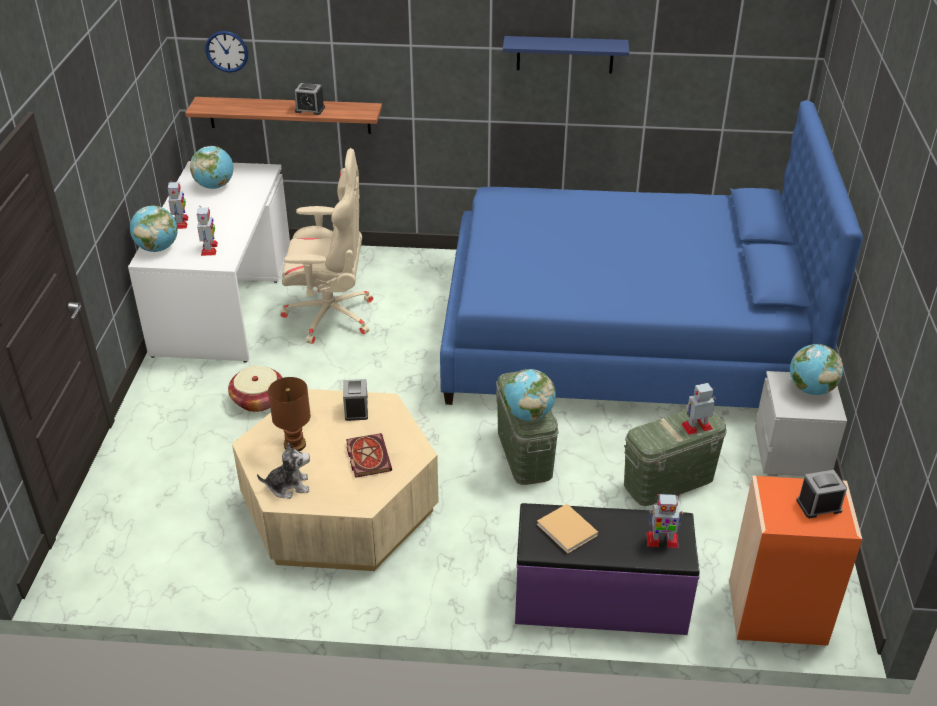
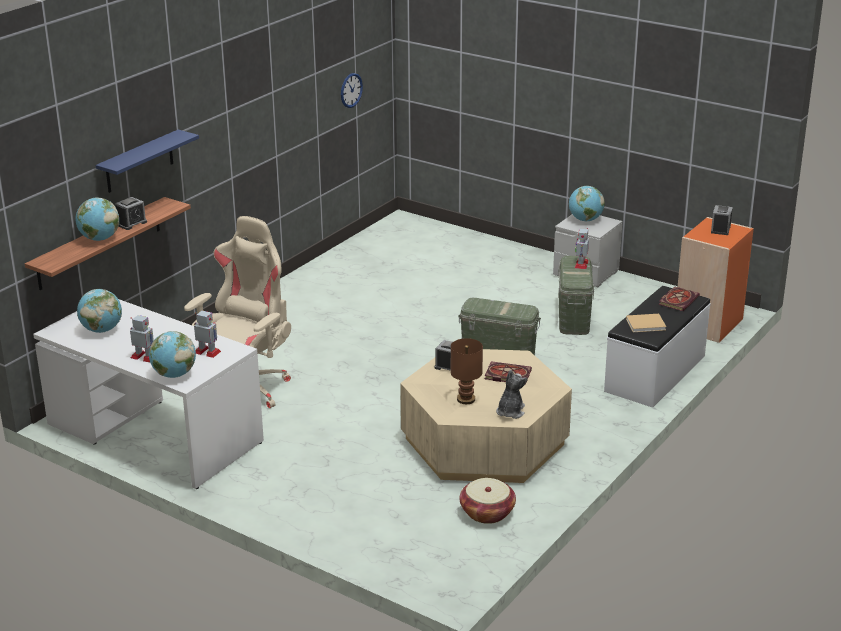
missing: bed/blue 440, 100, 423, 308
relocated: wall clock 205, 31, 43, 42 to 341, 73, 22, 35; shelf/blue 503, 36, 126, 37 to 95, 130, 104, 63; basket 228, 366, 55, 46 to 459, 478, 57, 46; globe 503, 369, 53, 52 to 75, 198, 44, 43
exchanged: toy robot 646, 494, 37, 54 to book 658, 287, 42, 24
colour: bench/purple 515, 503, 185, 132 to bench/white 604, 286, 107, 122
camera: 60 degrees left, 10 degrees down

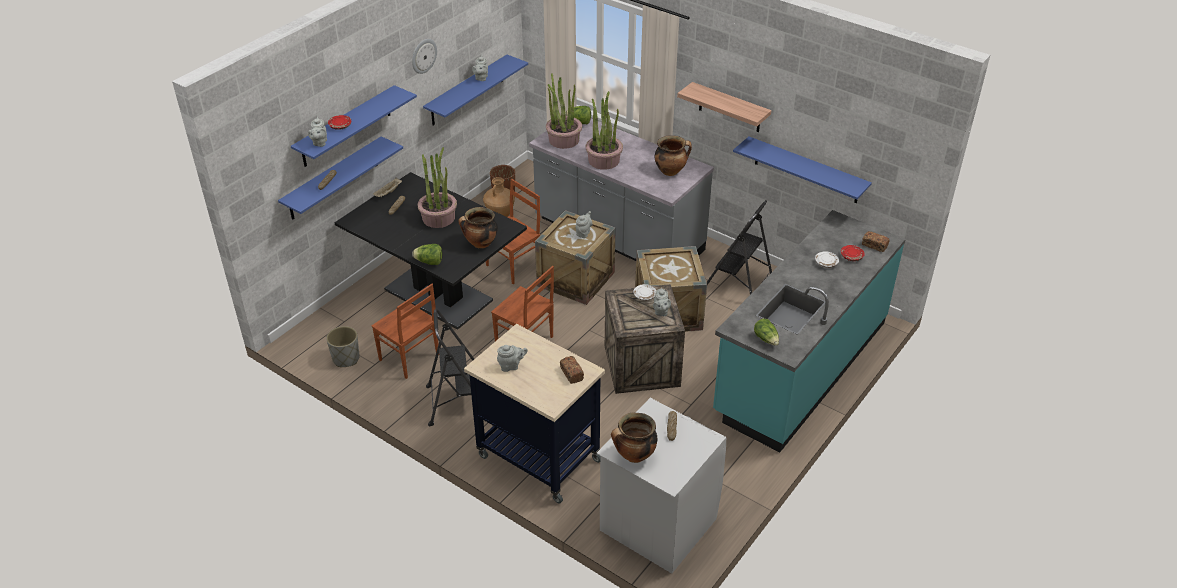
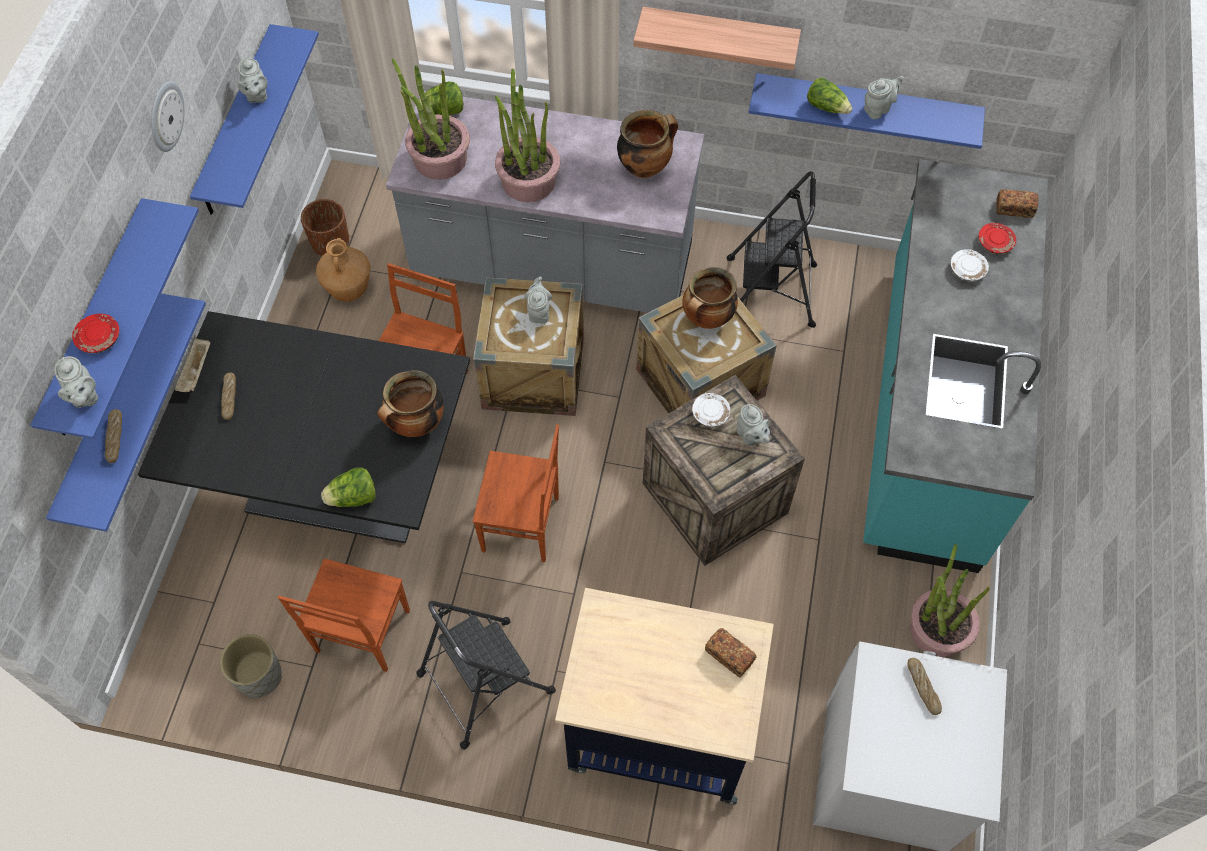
relocated: potted plant 418, 147, 39, 81 to 910, 544, 80, 113; lettuce 754, 319, 25, 27 to 807, 77, 45, 37; teapot/grey 497, 345, 31, 27 to 864, 76, 40, 43; cooking pot 611, 412, 47, 51 to 683, 267, 55, 62
spun: chair/brown 372, 284, 67, 95 = 278, 558, 132, 114 90 degrees clockwise
camera: 25 degrees left, 20 degrees up

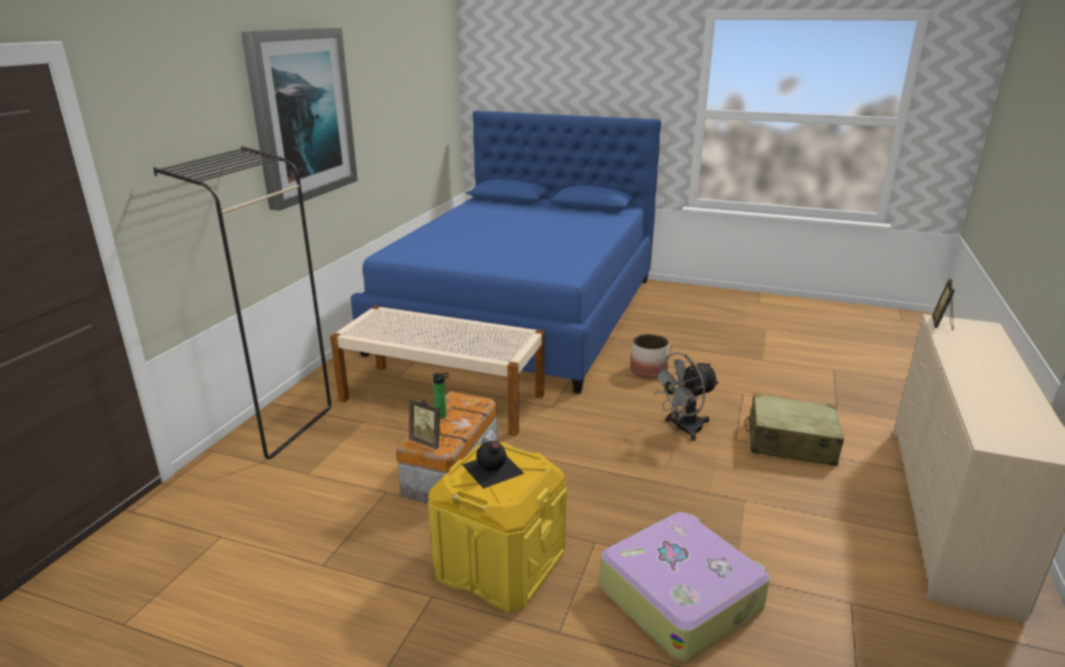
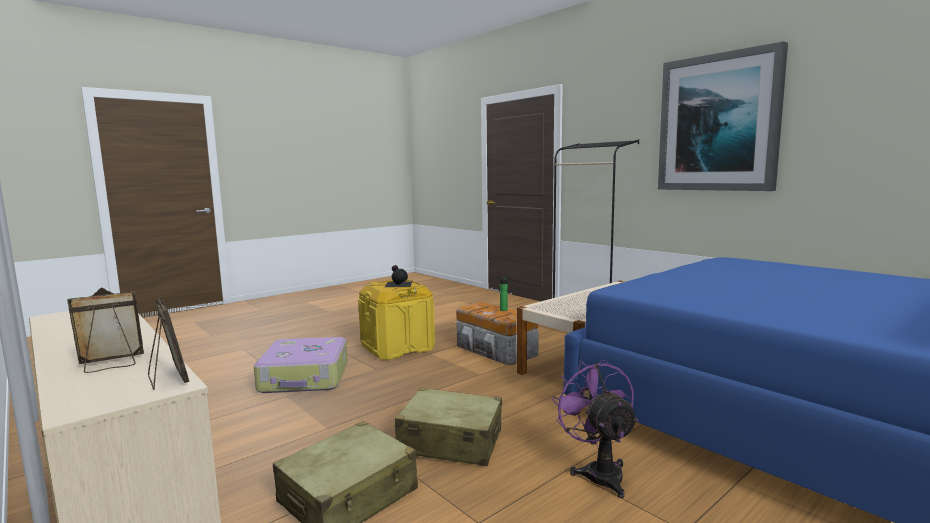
relocated: picture frame 409, 398, 35, 51 to 67, 288, 77, 85
exchanged: planter 630, 334, 40, 45 to fan/purple 551, 359, 87, 139; fan/grey 651, 352, 68, 89 to suitcase/beige 395, 387, 107, 79
camera: 120 degrees right, 15 degrees down

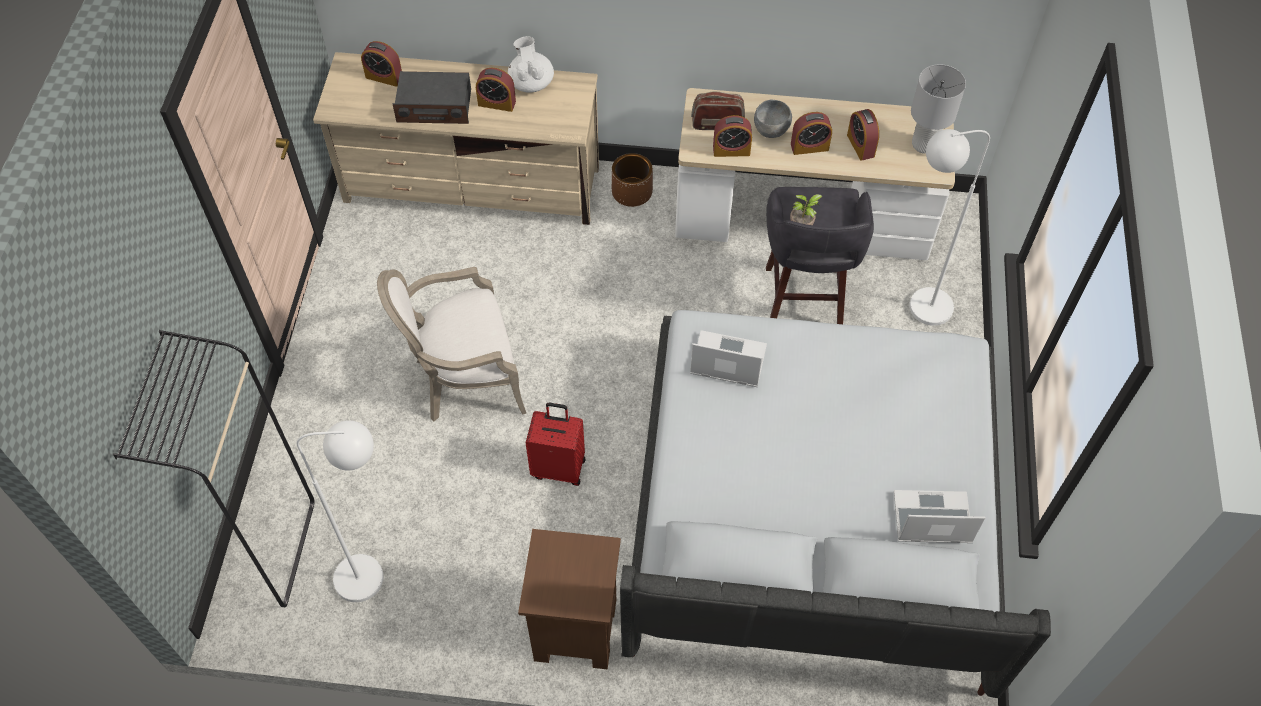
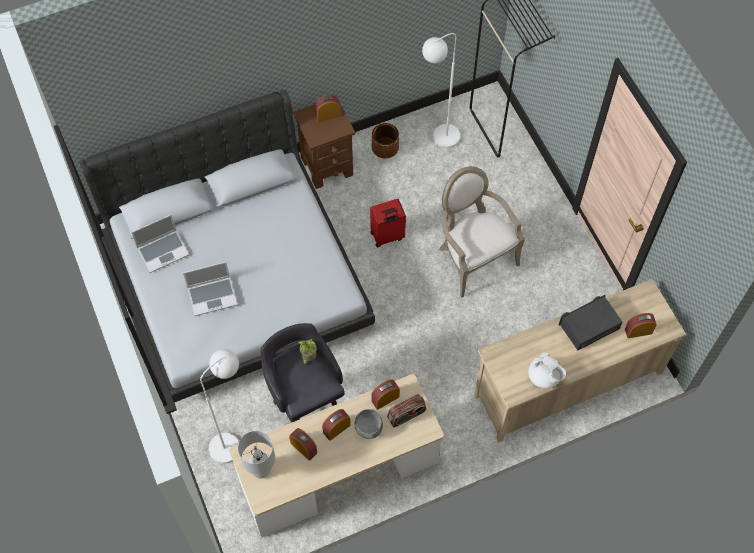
relocated: alarm clock 476, 68, 40, 44 to 315, 95, 25, 27; planter/brown 612, 153, 41, 54 to 372, 123, 27, 35; laptop 690, 330, 77, 57 to 183, 262, 54, 54
spun: armchair 377, 267, 149, 155 = 439, 166, 86, 132 75 degrees counterclockwise
camera: 150 degrees right, 5 degrees up

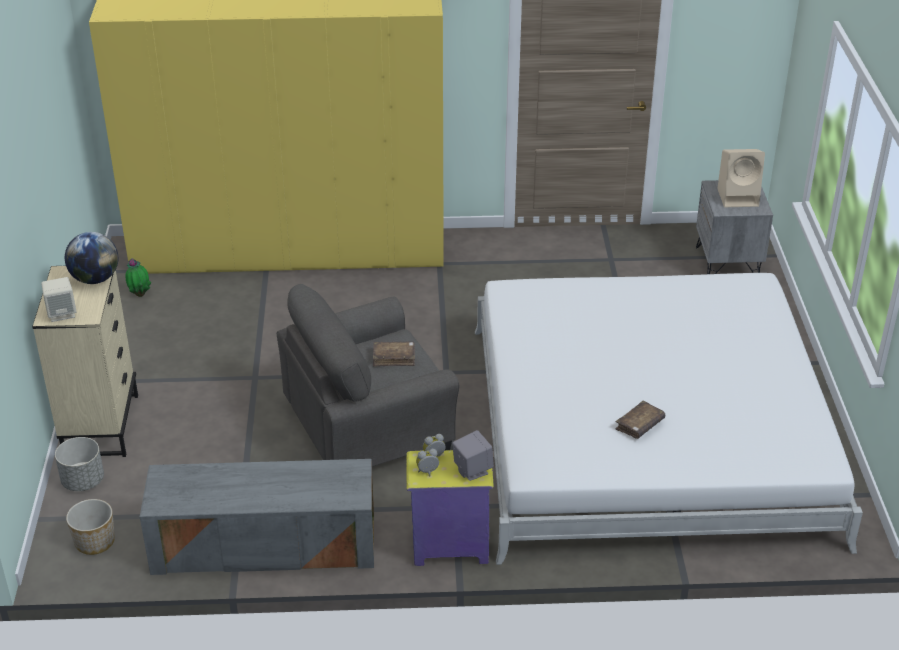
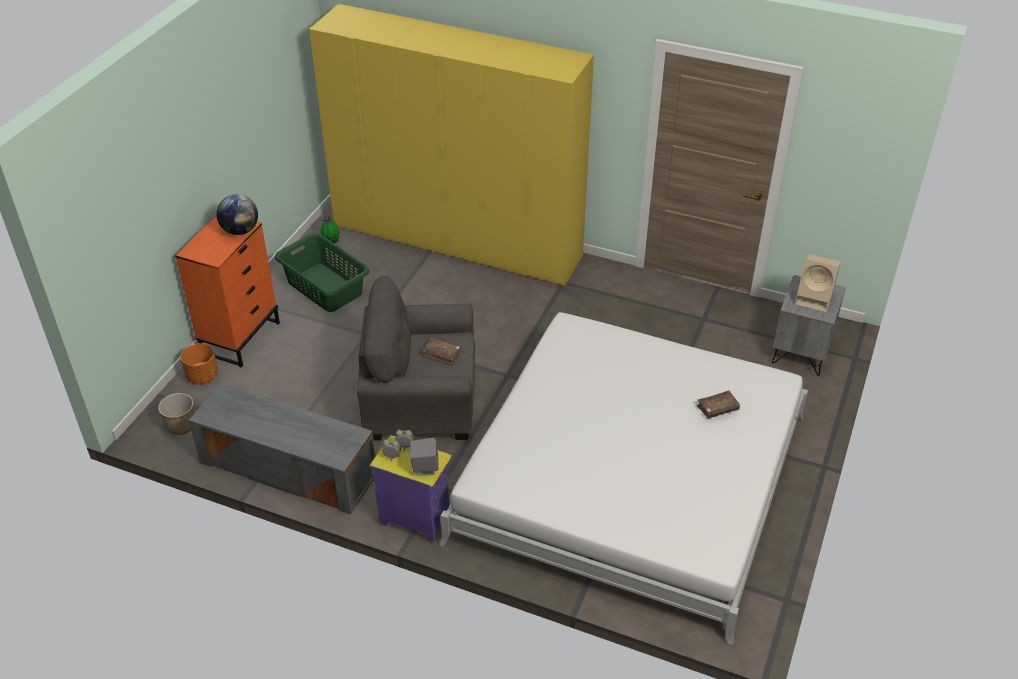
missing: speaker/beige 41, 277, 36, 45
appeared: laundry basket/green 275, 233, 95, 79
relocated: book/brown 616, 401, 49, 38 to 697, 390, 43, 28
colour: dresser/beige 32, 266, 106, 191 to dresser/orange 175, 215, 105, 153; planter/grey 55, 437, 49, 54 to planter/orange 181, 343, 37, 42
camera: 25 degrees right, 5 degrees up

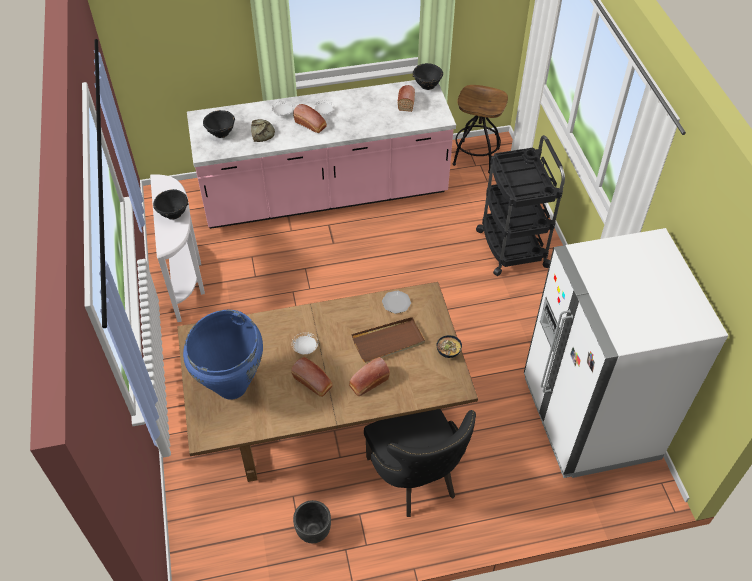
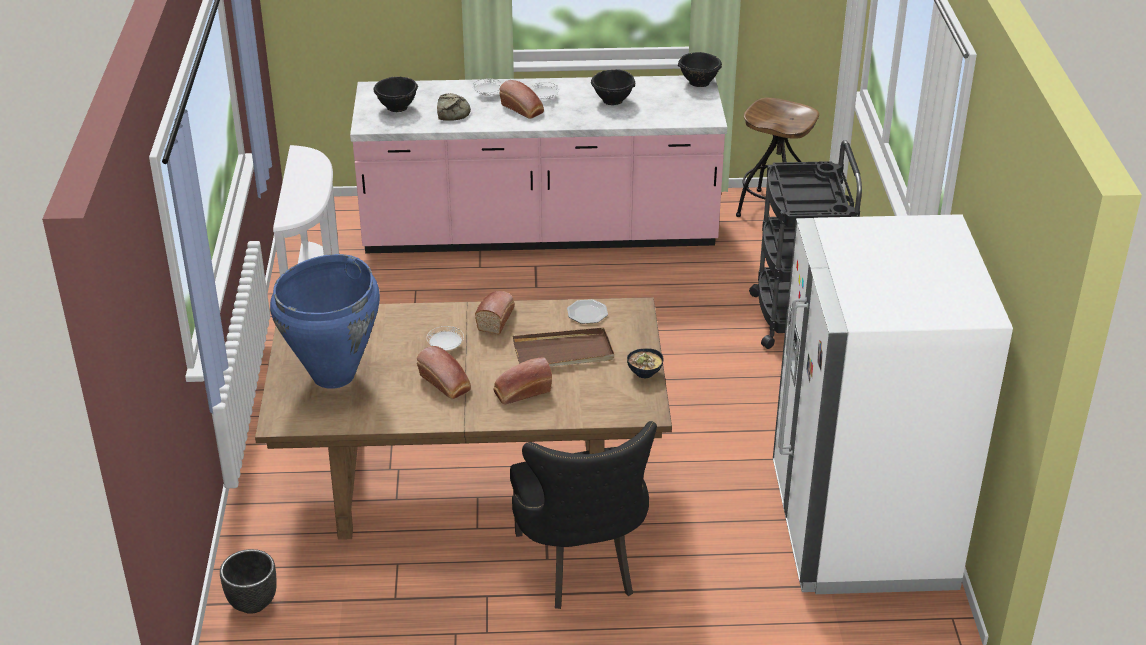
relocated: bread 398, 85, 17, 27 to 475, 291, 40, 43; bowl/black 153, 189, 35, 30 to 591, 69, 45, 36; planter/black 293, 500, 38, 43 to 220, 549, 57, 65
camera: 10 degrees right, 15 degrees down

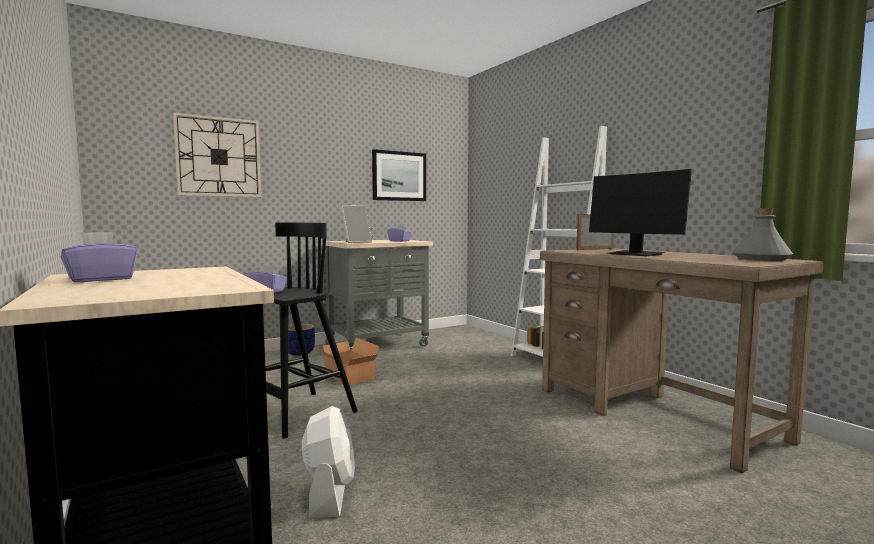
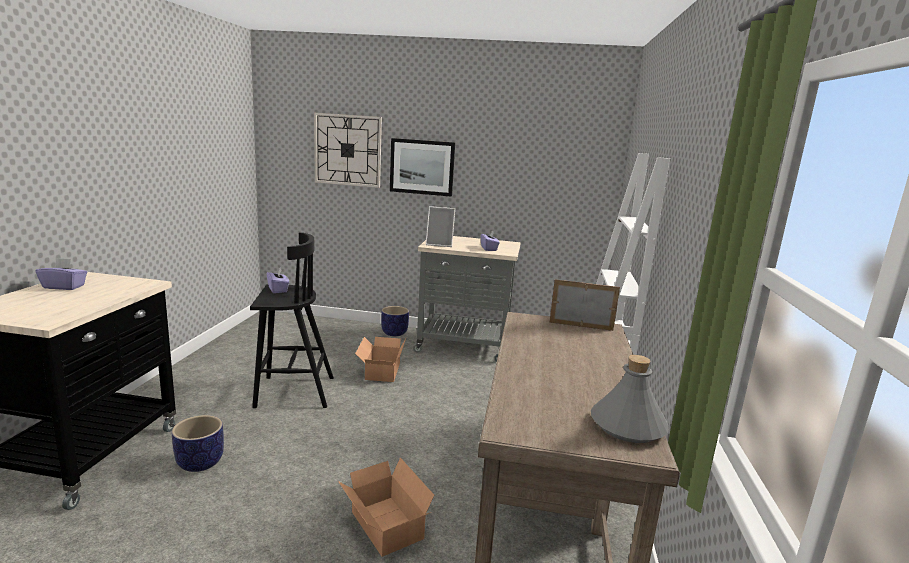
missing: monitor 589, 169, 103, 87
appeared: cardboard box 338, 457, 96, 100
relocated: picture 372, 149, 54, 52 to 390, 138, 65, 59
exchanged: fan/white 302, 406, 53, 112 to planter 172, 415, 52, 57
camera: 40 degrees right, 10 degrees up

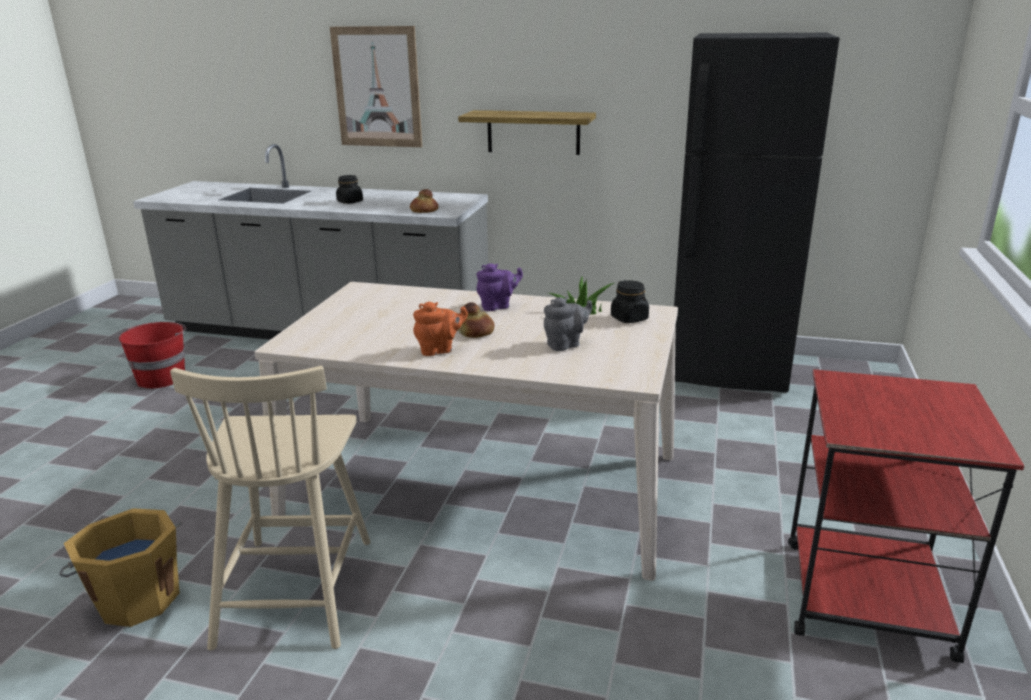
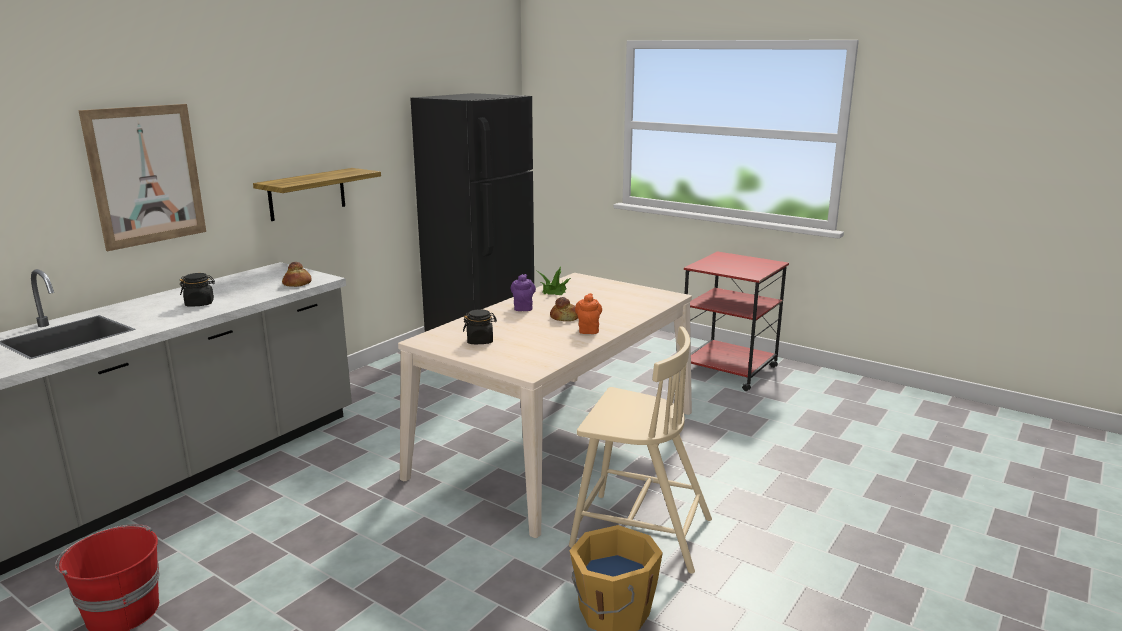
missing: teapot/grey 544, 297, 48, 54
relocated: jar/black 611, 280, 38, 43 to 463, 309, 34, 35
camera: 70 degrees left, 5 degrees down

